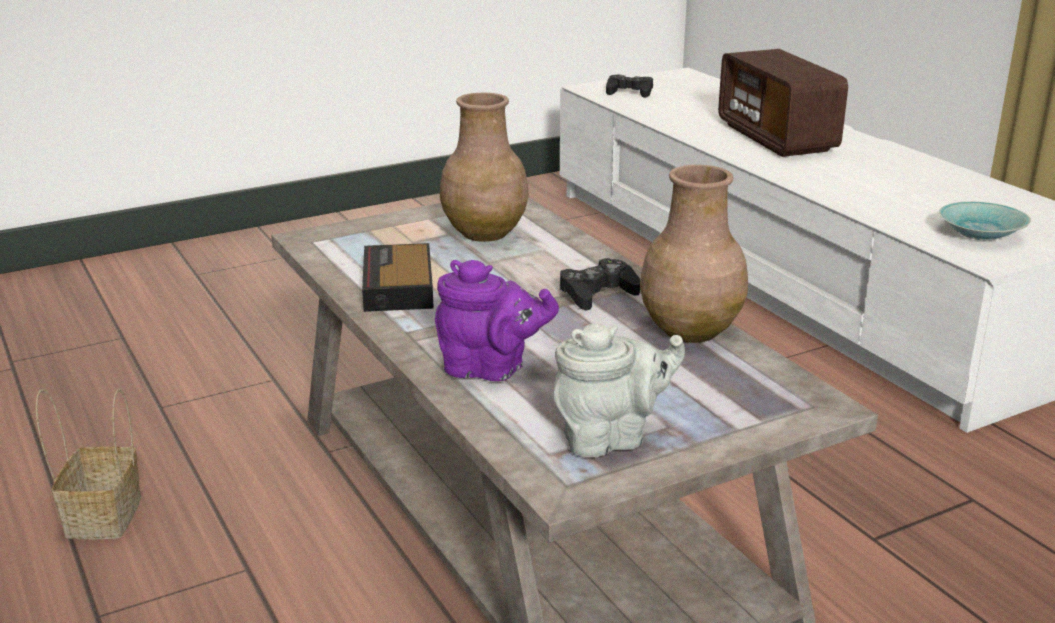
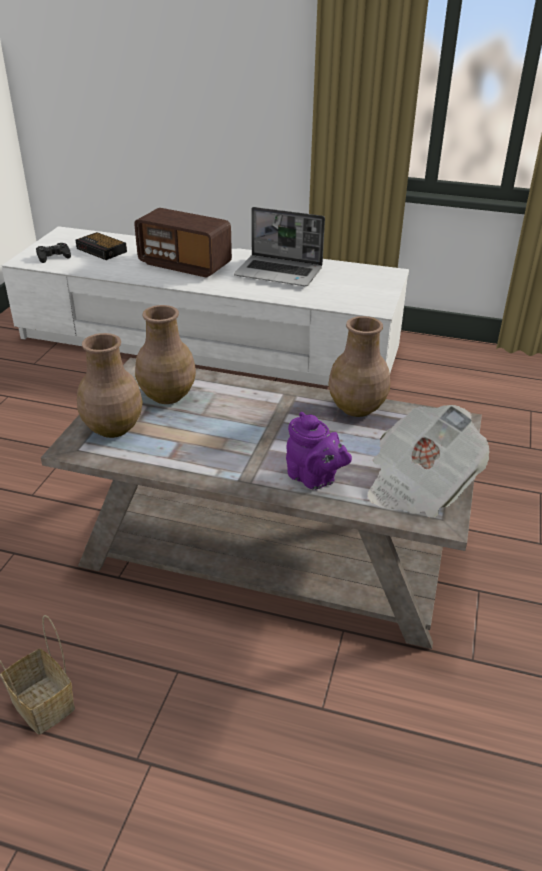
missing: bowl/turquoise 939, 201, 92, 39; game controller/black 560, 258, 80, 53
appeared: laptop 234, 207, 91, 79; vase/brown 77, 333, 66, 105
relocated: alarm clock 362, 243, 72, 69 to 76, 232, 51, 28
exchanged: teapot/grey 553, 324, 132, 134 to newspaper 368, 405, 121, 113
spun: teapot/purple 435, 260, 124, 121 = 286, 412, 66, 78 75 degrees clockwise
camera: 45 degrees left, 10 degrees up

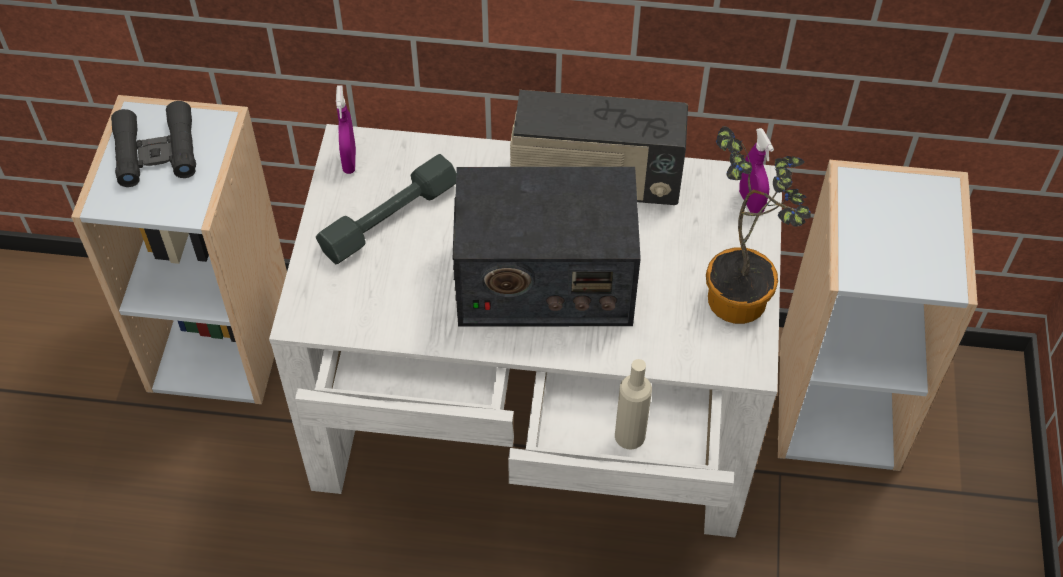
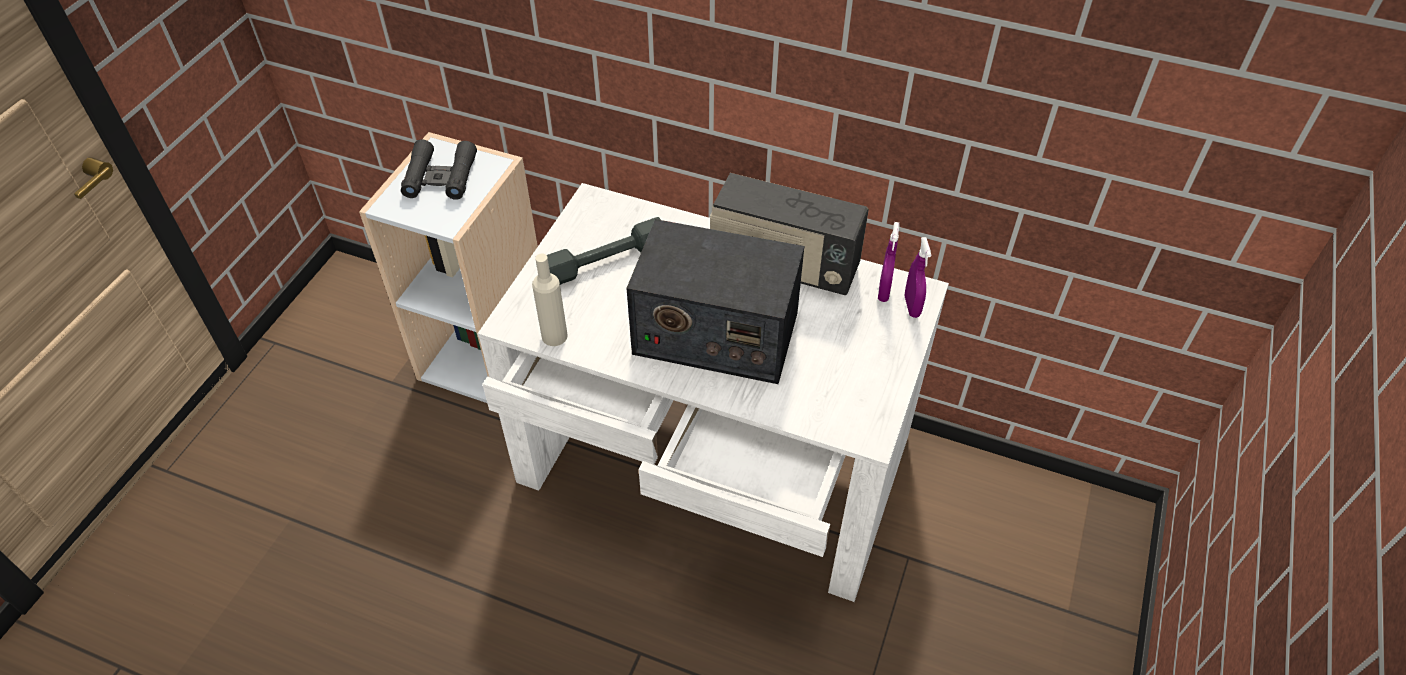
missing: potted plant 706, 126, 105, 198; bookcase 778, 160, 200, 311
relocated: spray bottle/purple 336, 85, 20, 89 to 878, 222, 21, 80; bottle/beige 615, 359, 37, 91 to 532, 253, 36, 93
camera: 15 degrees right, 5 degrees down

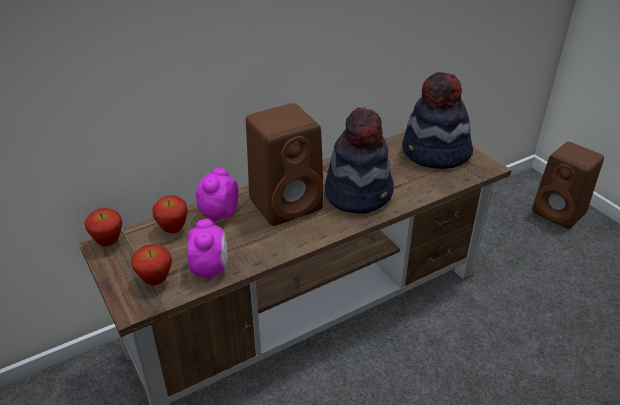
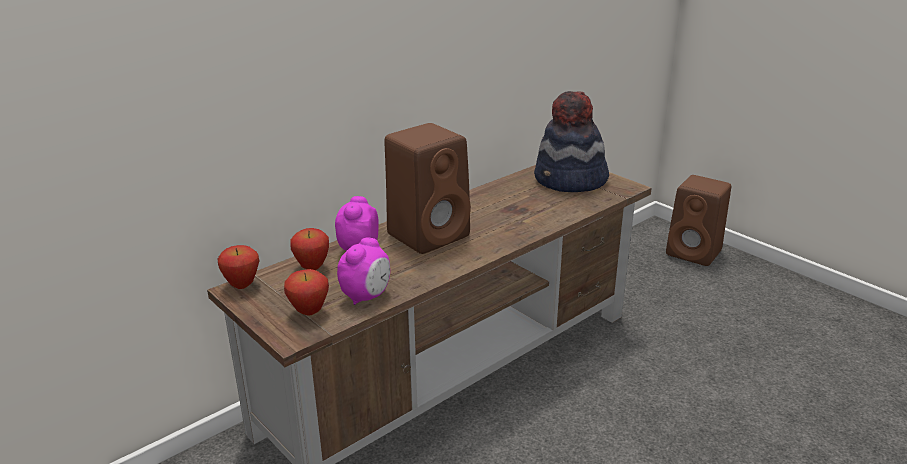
missing: hat 325, 107, 69, 107
spun: alarm clock 187, 219, 40, 62 = 337, 237, 53, 68 45 degrees clockwise
camera: 10 degrees left, 10 degrees down

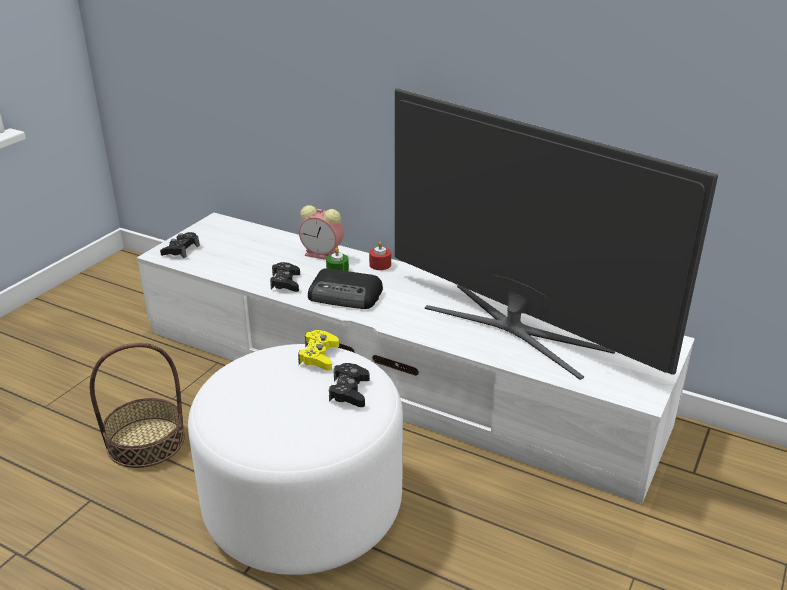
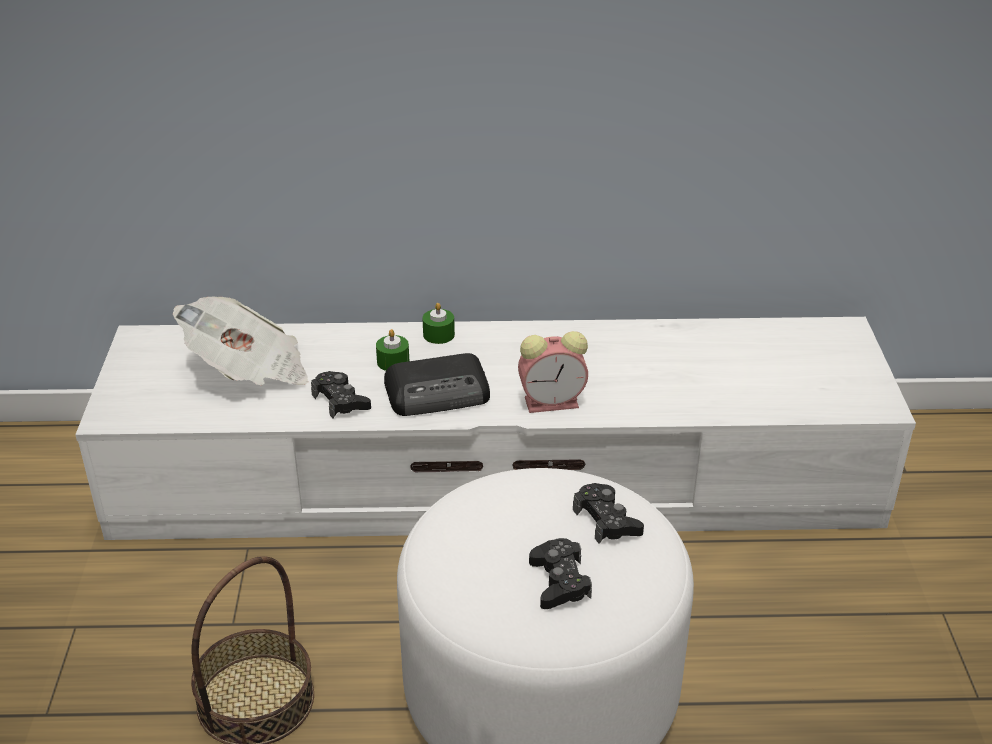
missing: television 395, 88, 323, 292; game controller/yellow 298, 330, 41, 41
appeared: newspaper 173, 297, 136, 88
relocated: alarm clock 299, 205, 45, 55 to 518, 331, 70, 82; game controller/black 160, 232, 40, 26 to 529, 538, 63, 71
colour: candle/red 369, 241, 22, 29 to candle/green 423, 303, 32, 41
camera: 30 degrees left, 5 degrees up

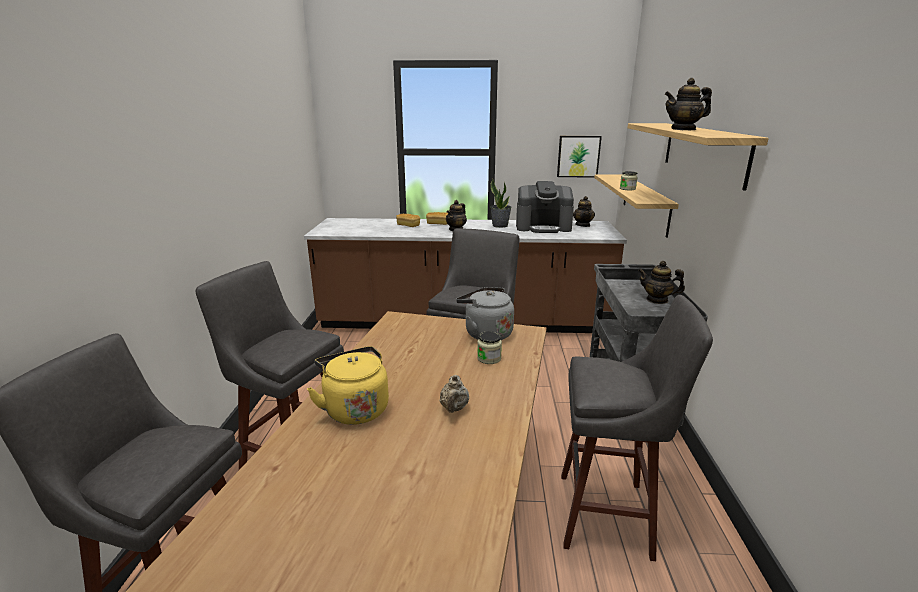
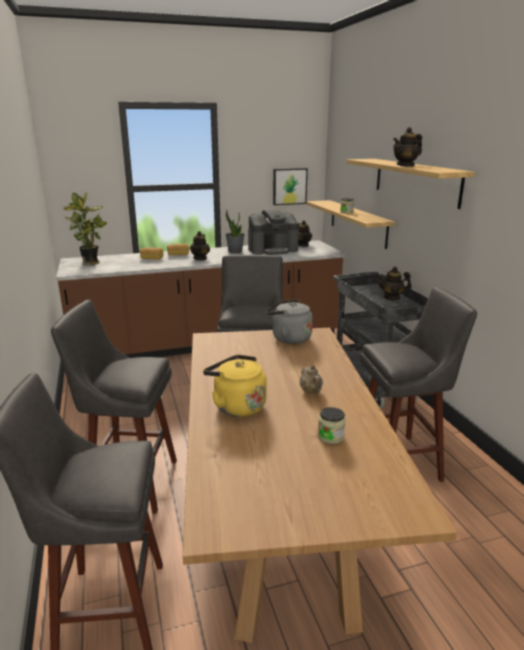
appeared: potted plant 63, 192, 44, 73
relocated: jar 477, 331, 25, 33 to 318, 407, 27, 37
camera: 20 degrees left, 0 degrees up

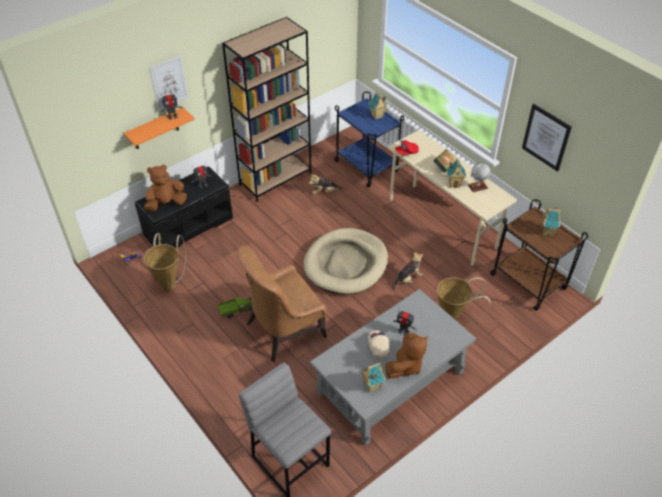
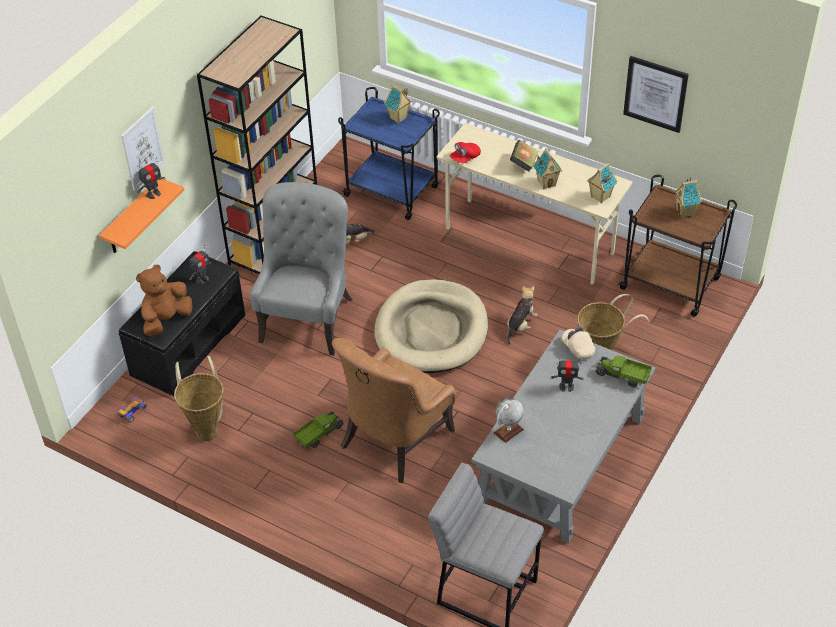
missing: plush toy/brown 385, 333, 43, 45
appeared: chair/grey 250, 182, 103, 174; toy truck 596, 355, 56, 33
relocated: globe 468, 163, 22, 29 to 493, 398, 31, 45; cap/beige 368, 330, 22, 28 to 562, 327, 33, 33; toy house 360, 363, 26, 29 to 587, 162, 31, 42
camera: 20 degrees left, 0 degrees up

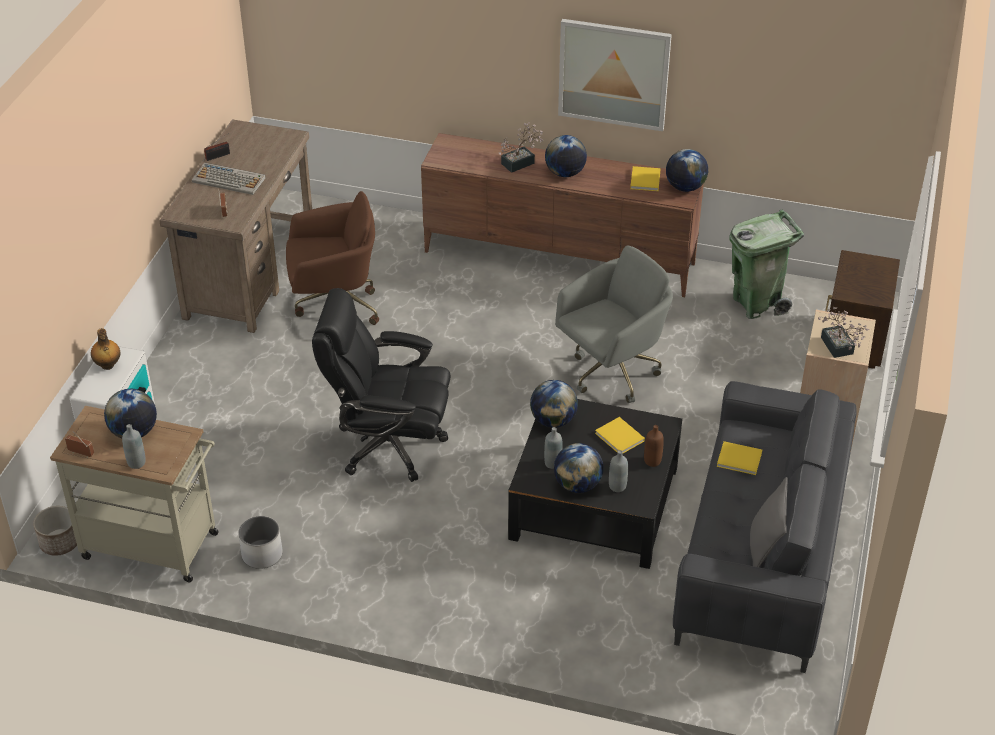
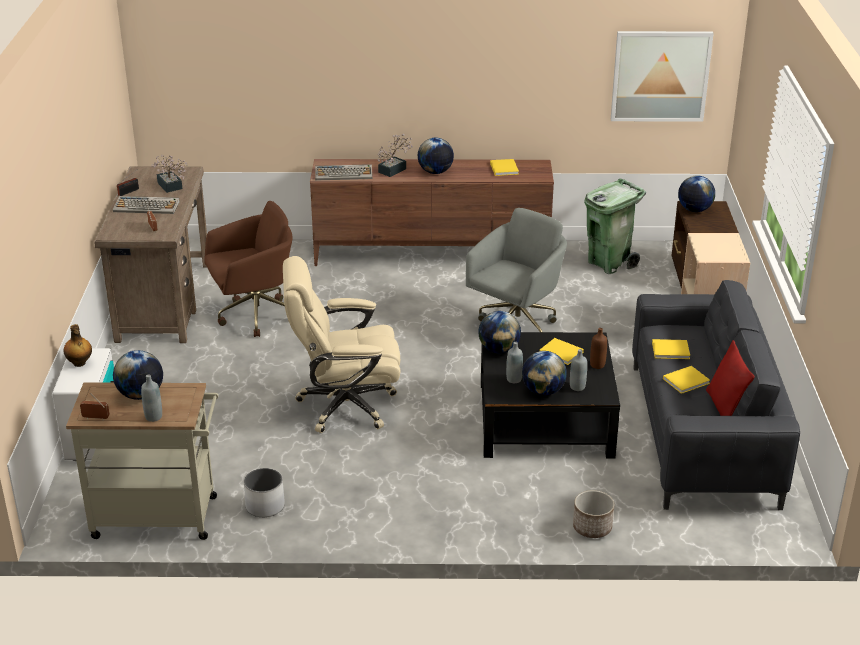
appeared: keyboard 315, 164, 58, 17; book/yellow 663, 366, 47, 28
relocated: picture 558, 19, 114, 112 to 611, 31, 103, 91; globe 666, 149, 42, 43 to 678, 175, 37, 37; potted plant 818, 307, 51, 51 to 151, 155, 36, 38; planter 33, 506, 44, 50 to 573, 490, 41, 48
colour: office chair/black 312, 288, 138, 194 to office chair/beige 283, 256, 117, 177; pillow/grey 750, 477, 38, 90 to pillow/red 706, 340, 49, 76
camera: 15 degrees left, 10 degrees down

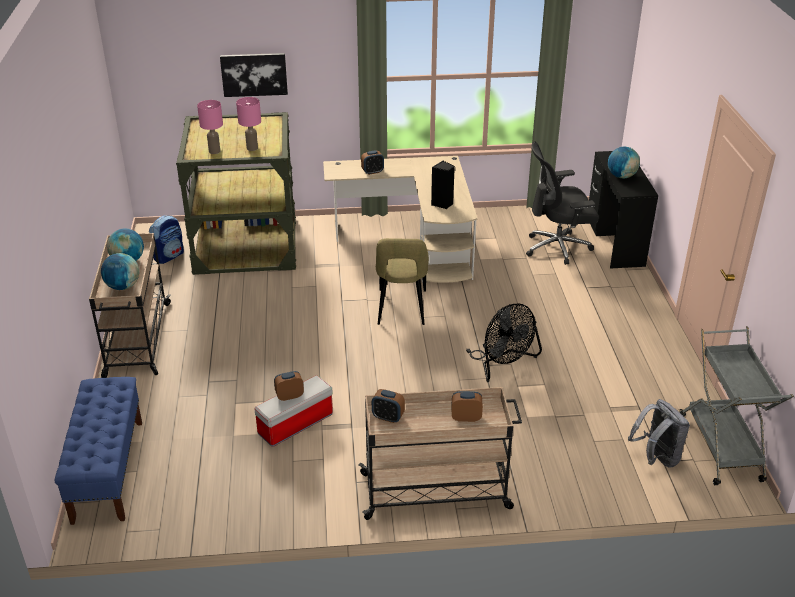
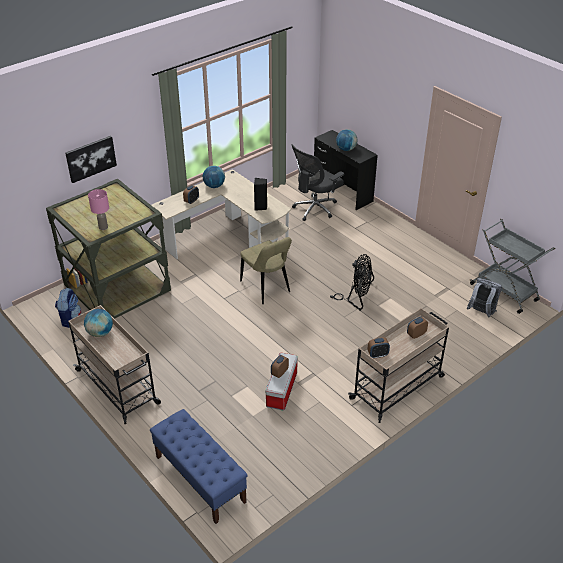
missing: table lamp/pink 236, 97, 25, 54
relocated: globe 101, 253, 38, 37 to 203, 166, 22, 22
camera: 35 degrees left, 5 degrees up

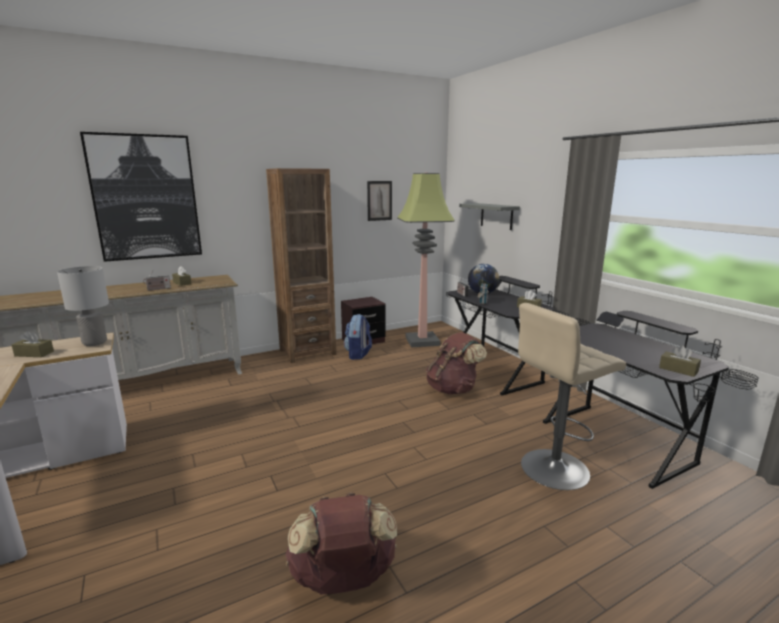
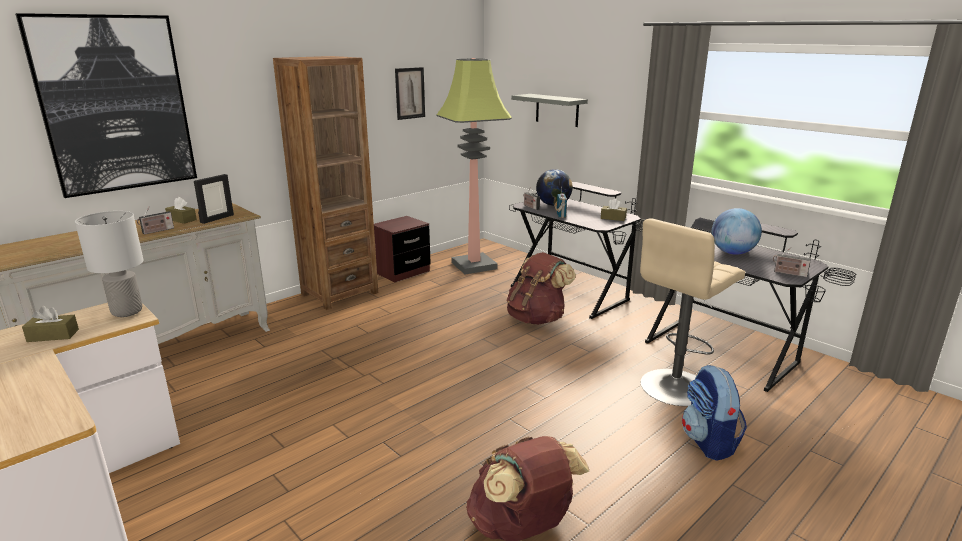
appeared: picture frame 194, 174, 40, 50; globe 712, 208, 50, 47
relocated: backpack 344, 314, 28, 46 to 682, 365, 65, 96
exchanged: tissue box/brown 659, 346, 42, 31 to radio 773, 247, 38, 30
camera: 15 degrees left, 5 degrees up

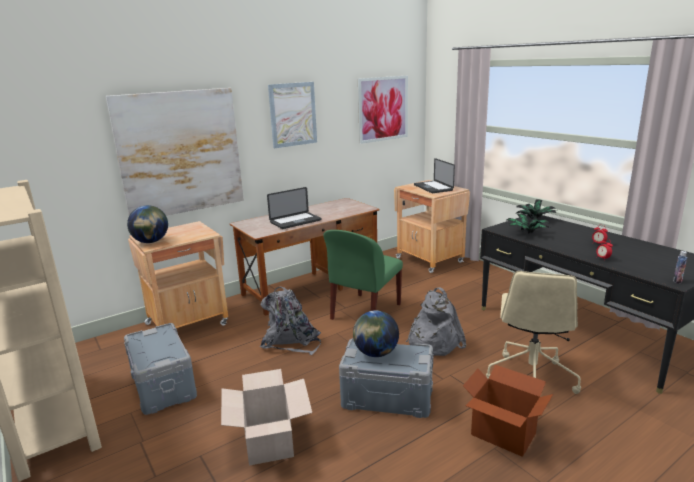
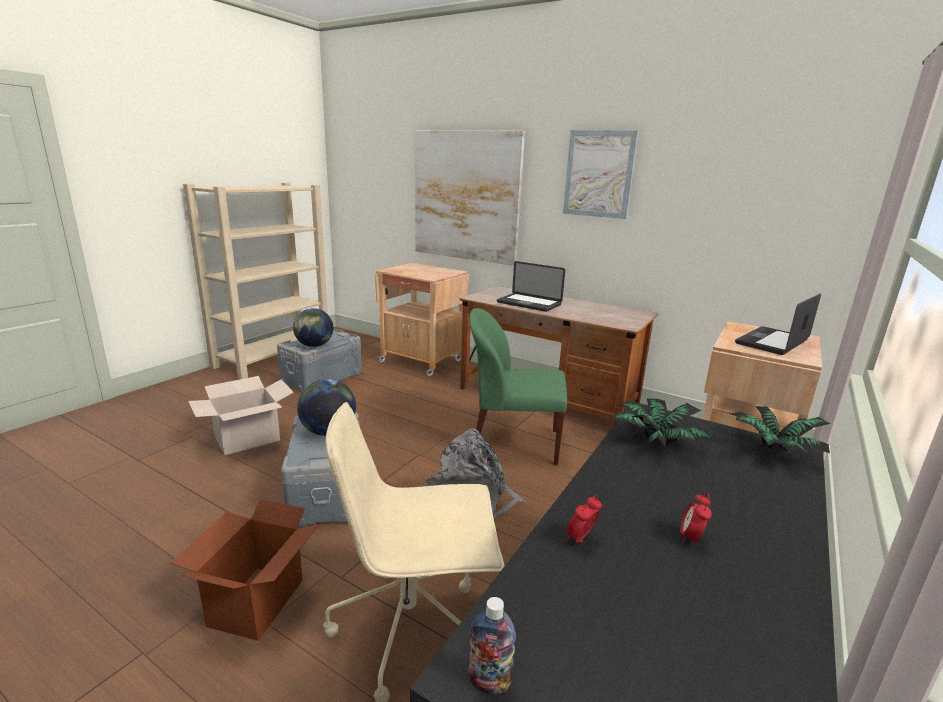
missing: picture 358, 76, 50, 68; backpack/grey 260, 287, 61, 68
relocated: globe 127, 205, 41, 38 to 293, 308, 40, 39
camera: 65 degrees right, 0 degrees up

